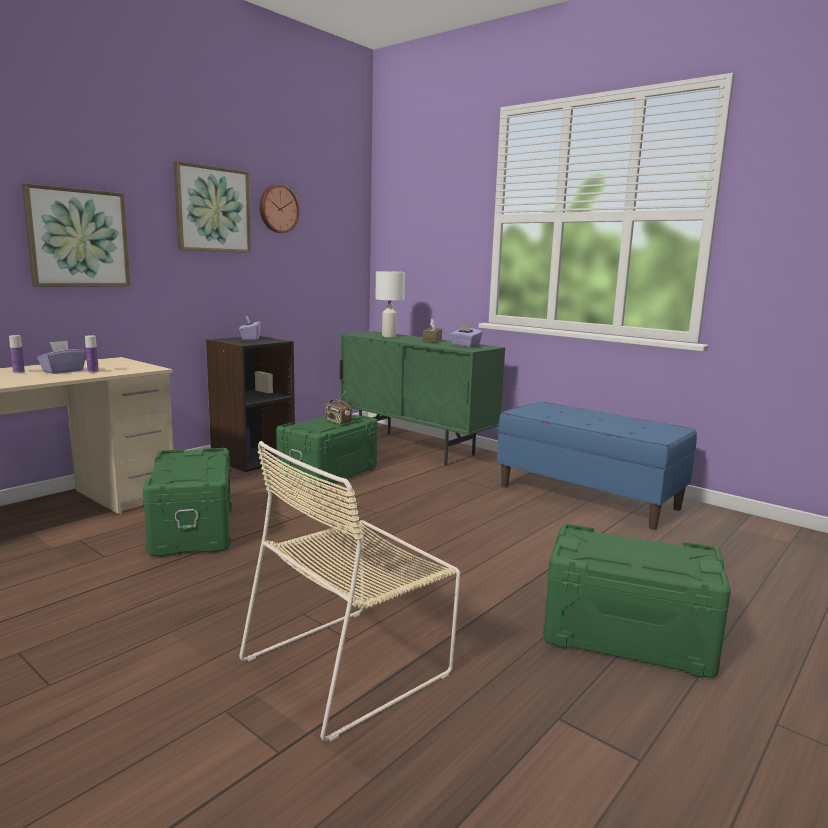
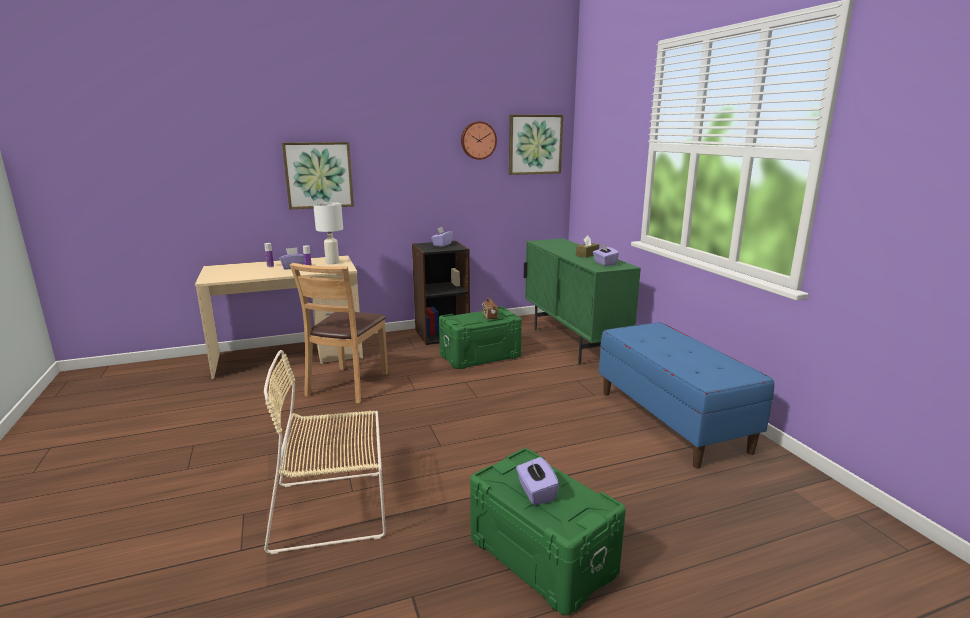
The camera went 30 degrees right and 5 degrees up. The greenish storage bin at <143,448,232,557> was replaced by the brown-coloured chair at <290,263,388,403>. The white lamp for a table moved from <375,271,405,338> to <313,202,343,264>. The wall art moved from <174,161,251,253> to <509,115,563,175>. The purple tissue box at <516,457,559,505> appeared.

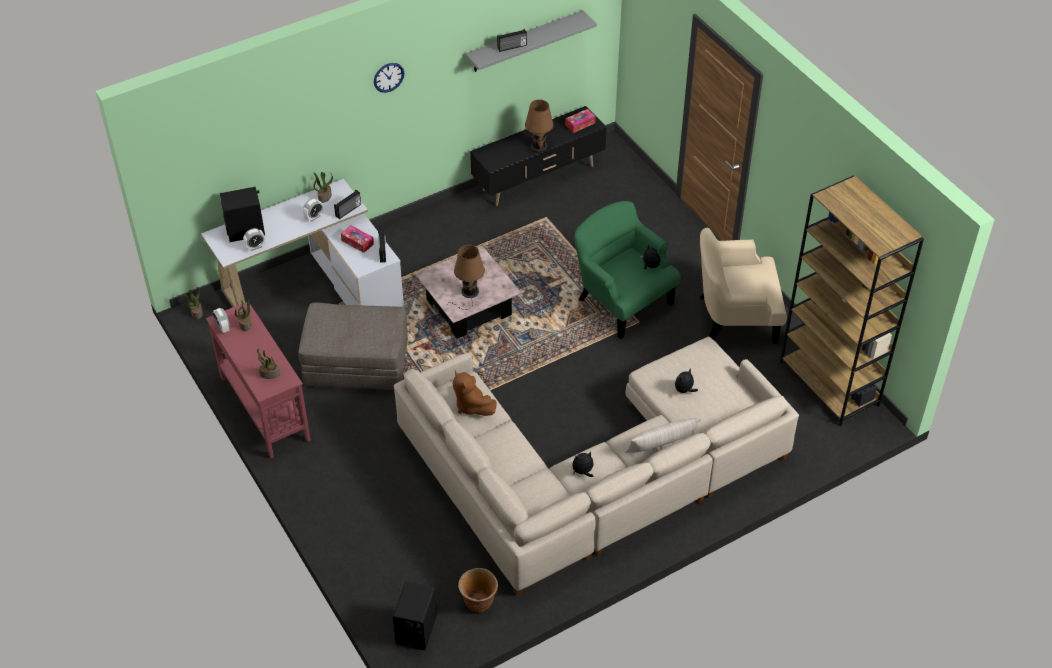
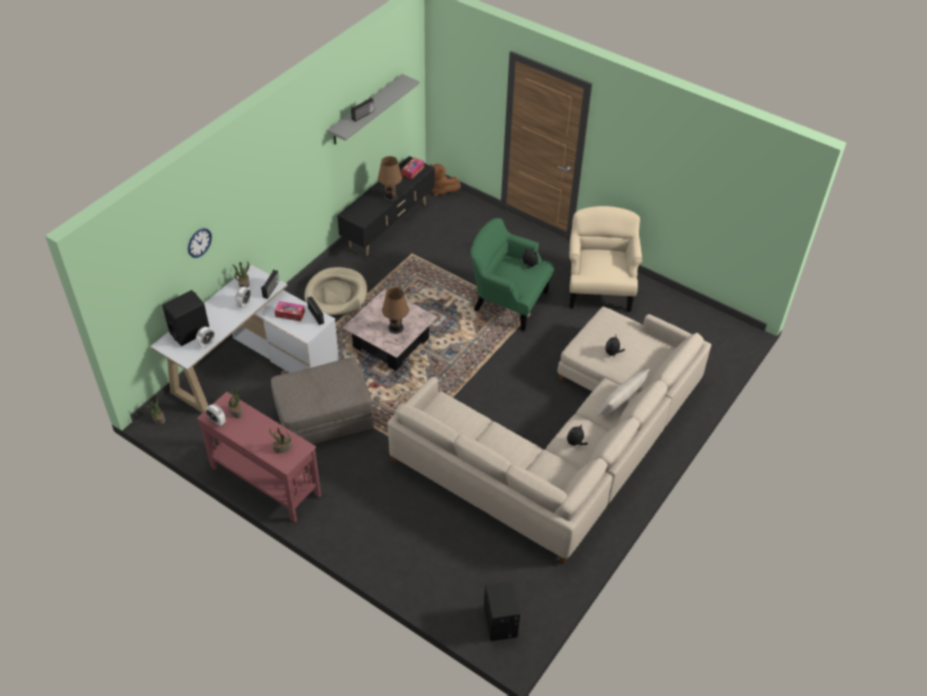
The camera went 25 degrees left and 0 degrees up. The hanging clock moved from <374,63,404,93> to <188,228,212,258>. The sand-coloured pet bed at <304,267,367,317> appeared. The brown-coloured plush toy moved from <453,371,497,416> to <430,164,461,196>. The sand-coloured easy chair at <700,228,787,344> turned 120 degrees clockwise. The brown-coloured flower pot at <458,568,498,612> disappeared. The brown-coloured bookcase at <780,175,924,426> disappeared.

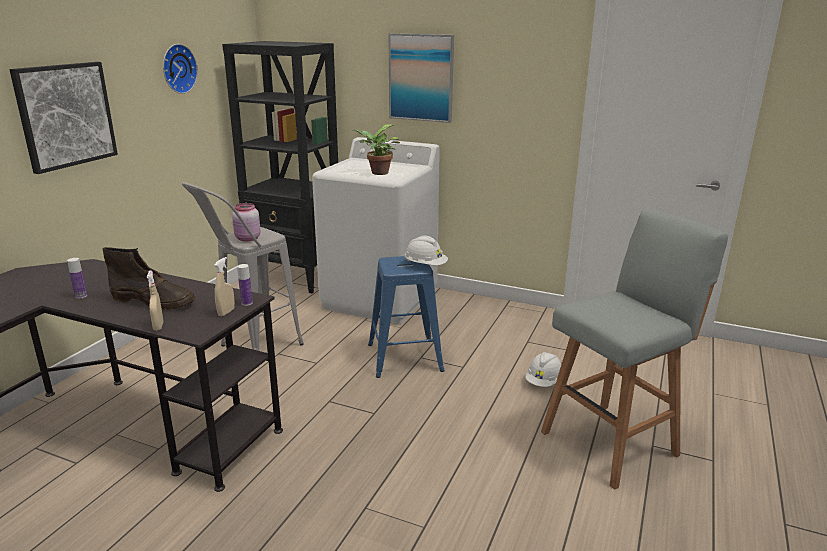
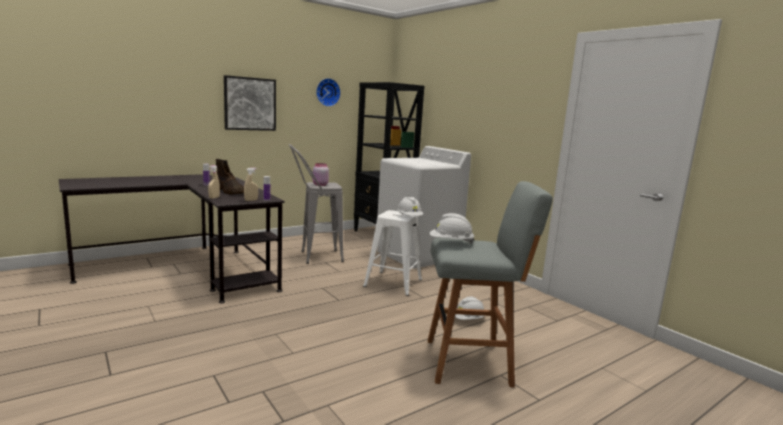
The camera went 30 degrees right and 10 degrees down. The blue-coloured stool at <368,256,445,378> became the white stool at <363,210,422,296>. The white safety helmet at <430,213,474,244> appeared. The houseplant at <352,124,400,175> disappeared. The wall art at <389,33,454,123> disappeared.

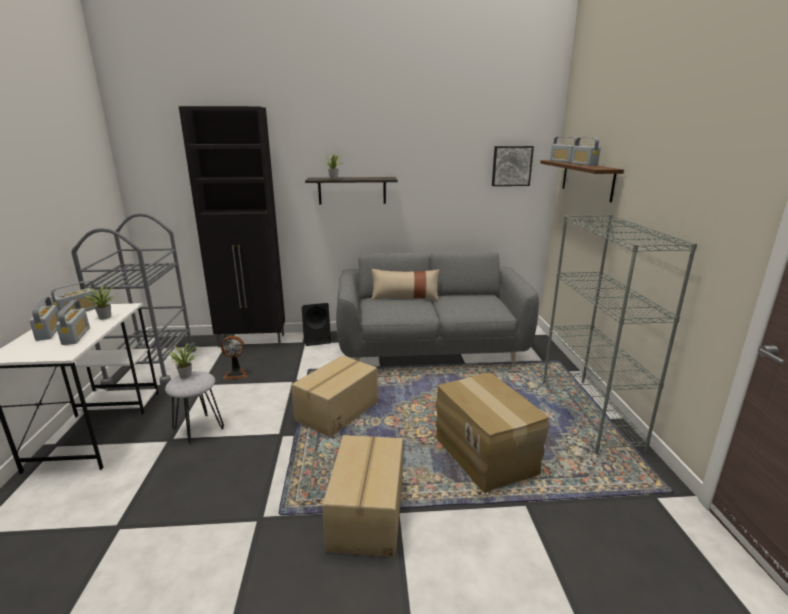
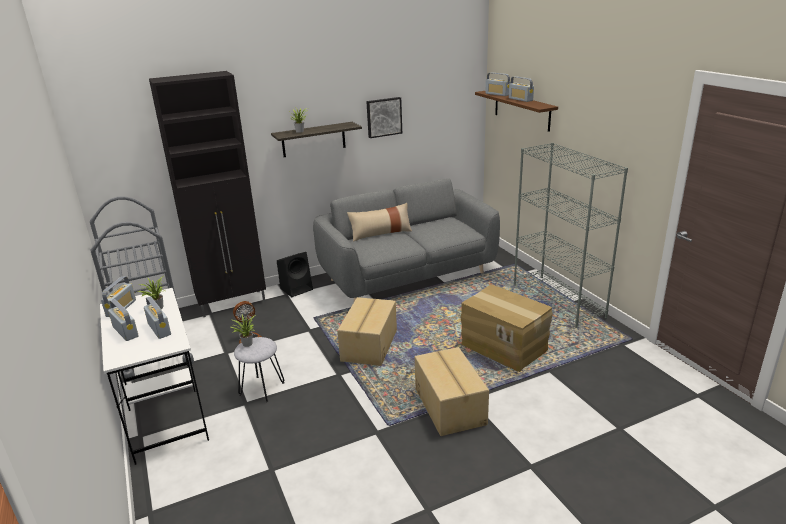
The camera went 20 degrees left and 5 degrees up. The wall art moved from <492,146,534,186> to <366,97,402,138>.

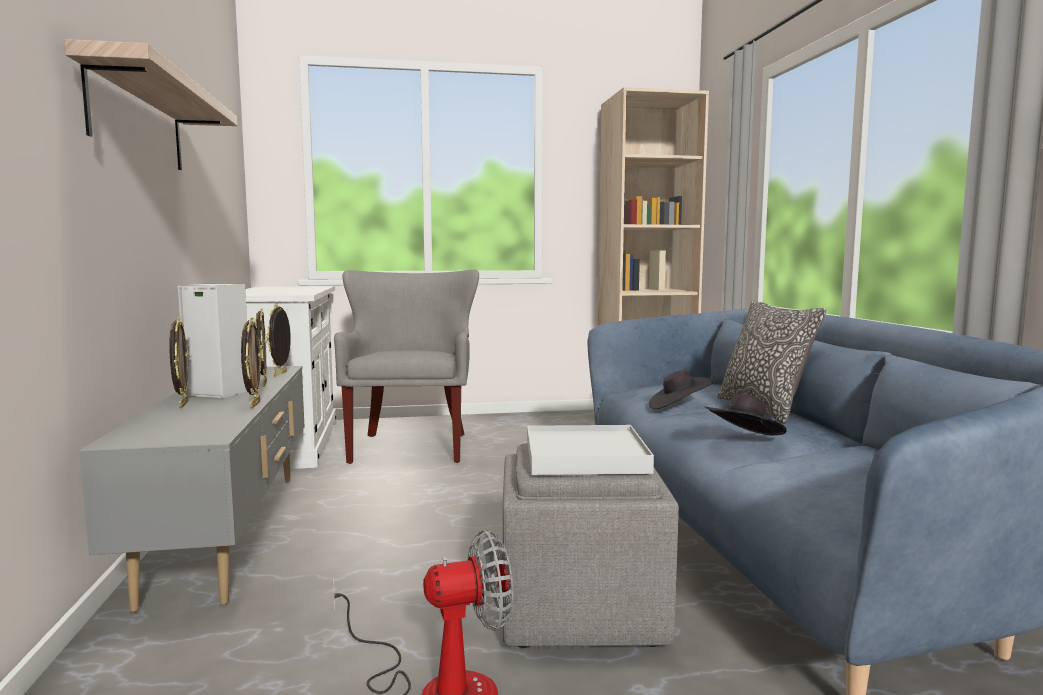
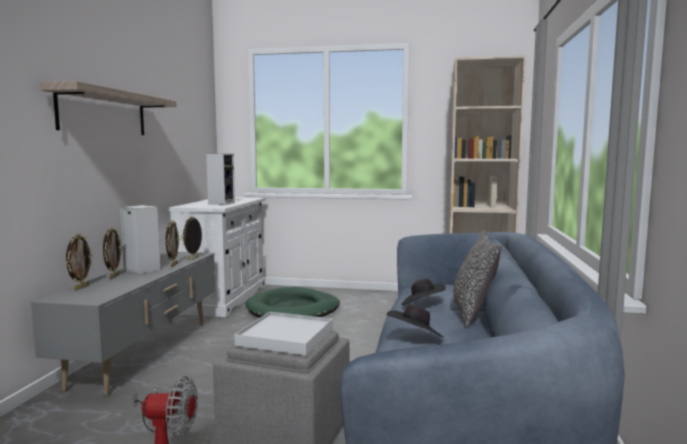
The camera went 20 degrees right and 0 degrees up. The picture frame moved from <241,317,262,408> to <66,234,93,290>. The loudspeaker at <206,154,235,205> appeared. The grey easy chair at <334,269,479,464> was replaced by the greenish pet bed at <246,287,340,318>.

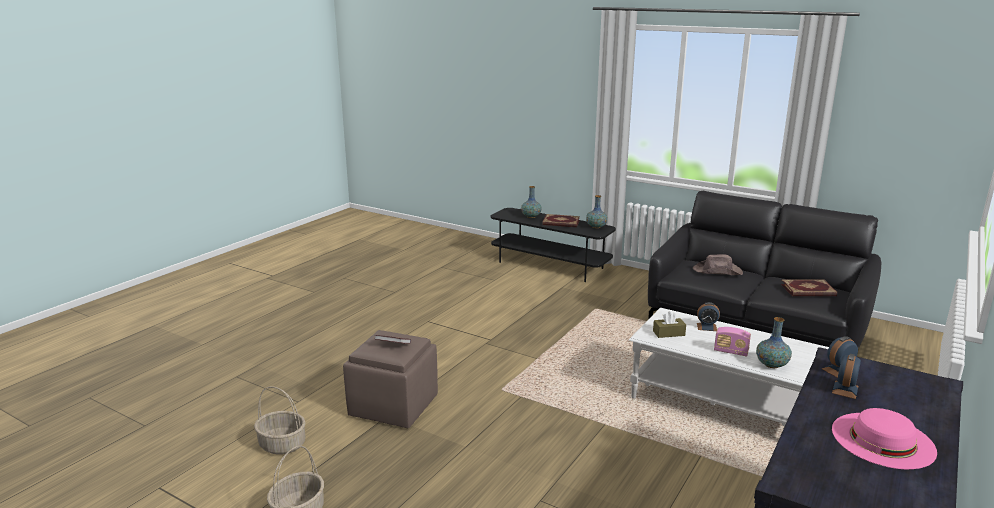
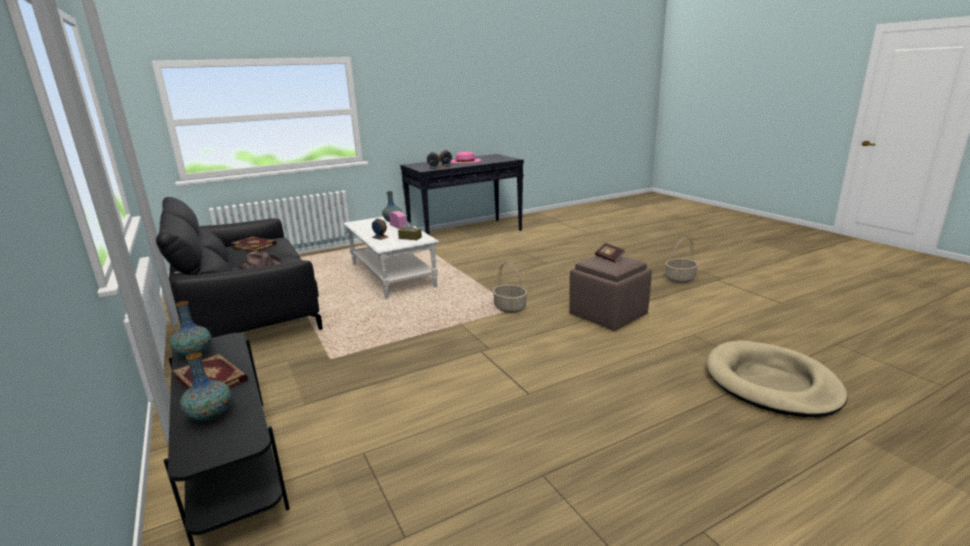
The camera went 150 degrees left and 0 degrees up. The storage basket moved from <254,386,306,455> to <493,262,527,313>. The sand-coloured pet bed at <706,340,848,417> appeared.

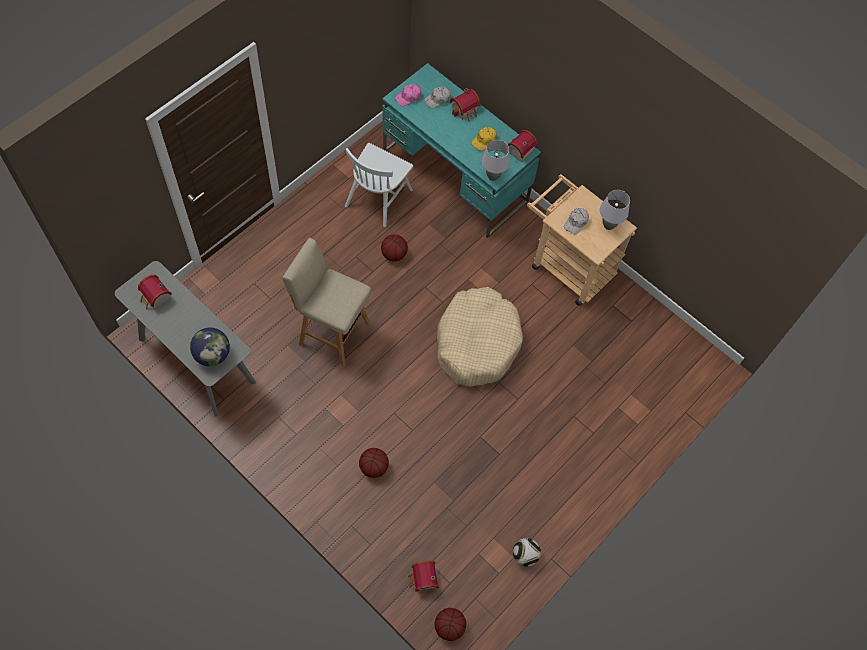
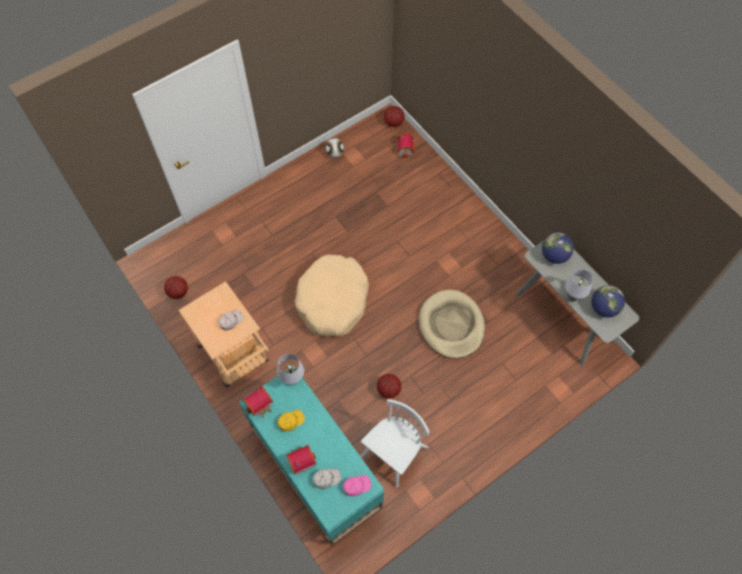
The camera went 165 degrees left and 0 degrees up. The basketball moved from <359,448,389,478> to <164,276,188,299>. The sand-coloured stool at <282,238,371,367> was replaced by the sand-coloured pet bed at <419,290,485,358>. The grey lamp for a table moved from <600,190,630,230> to <565,269,593,301>. The toy house at <138,275,172,310> was replaced by the world globe at <591,285,625,317>.

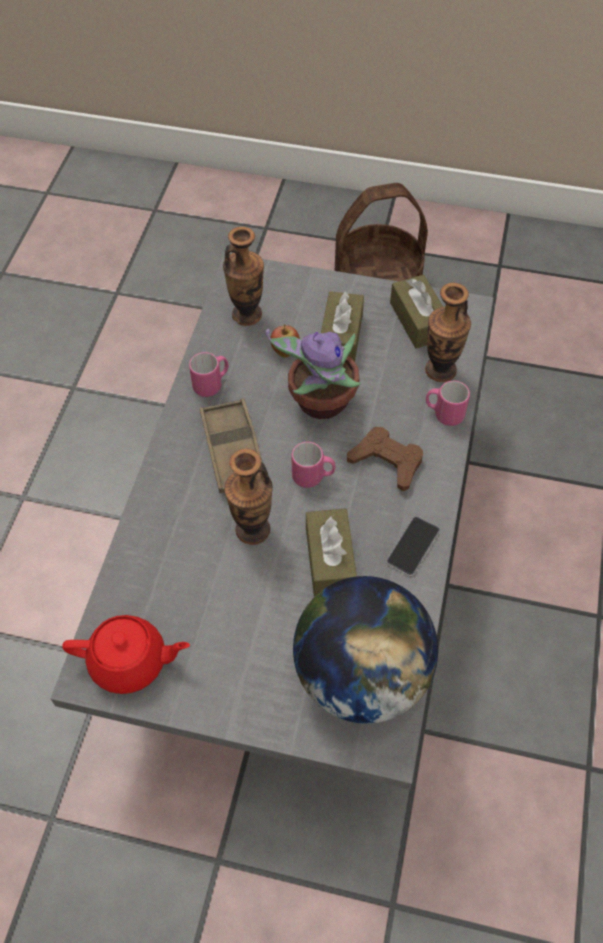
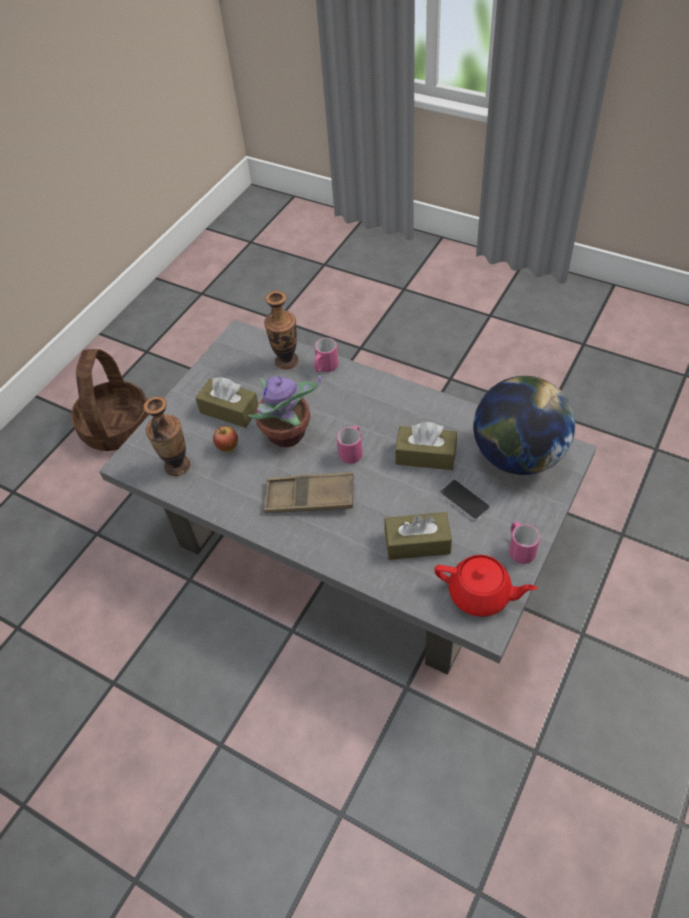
The camera went 70 degrees left and 5 degrees down. The brown-coloured tissue box moved from <390,275,443,349> to <384,512,452,560>. The red tea pot at <63,615,190,694> turned 90 degrees clockwise. The telephone moved from <386,517,440,576> to <440,480,490,521>. The pink-coloured mug moved from <189,352,229,397> to <509,522,540,564>. The vase at <224,448,273,545> disappeared. The brown-coloured joypad at <347,427,423,491> disappeared.

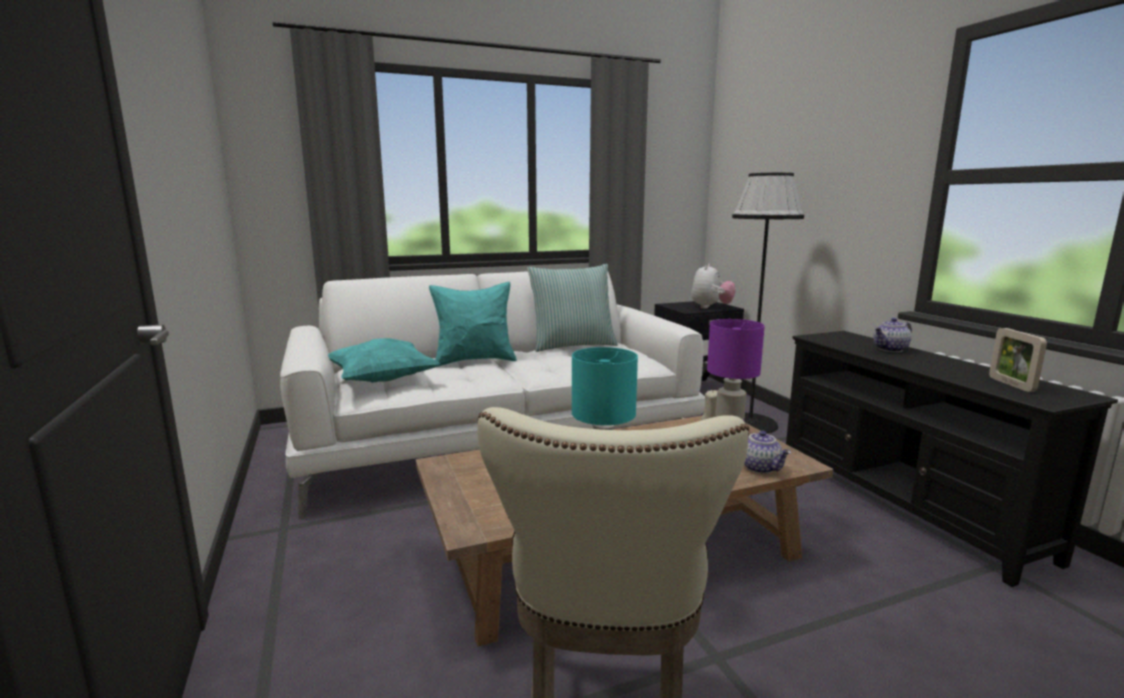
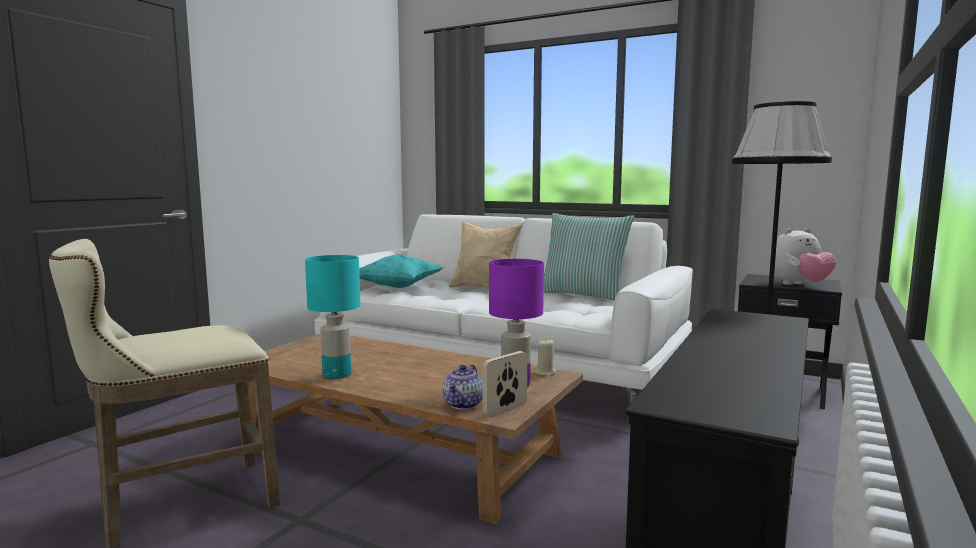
The camera went 50 degrees right and 5 degrees down. The turquoise cushion at <429,282,517,367> became the sand-coloured cushion at <449,221,522,289>. The picture frame moved from <989,328,1047,392> to <483,351,527,417>. The tea pot at <874,318,912,352> disappeared.

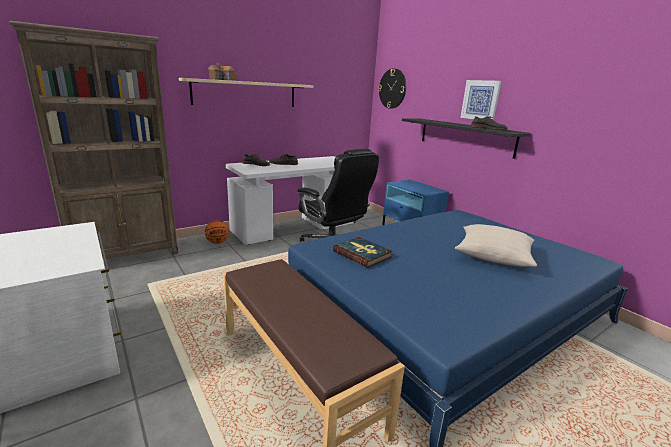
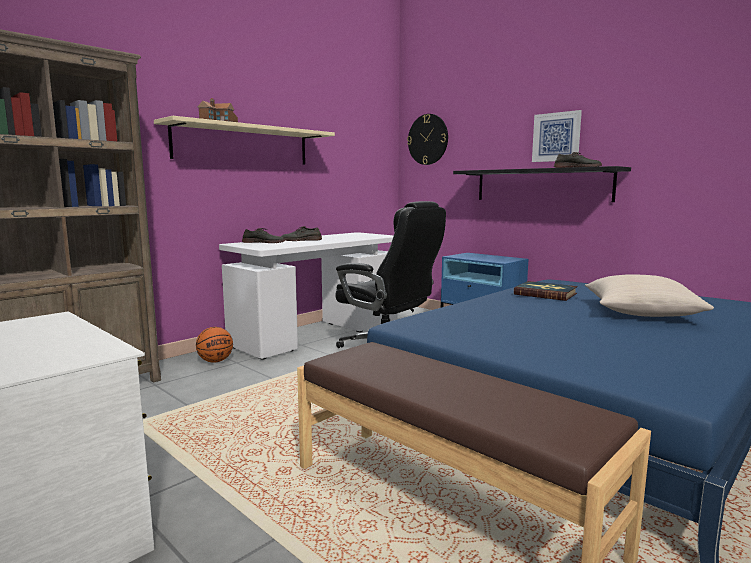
The camera went 10 degrees left and 10 degrees down. The book moved from <333,237,393,268> to <514,281,578,301>.

